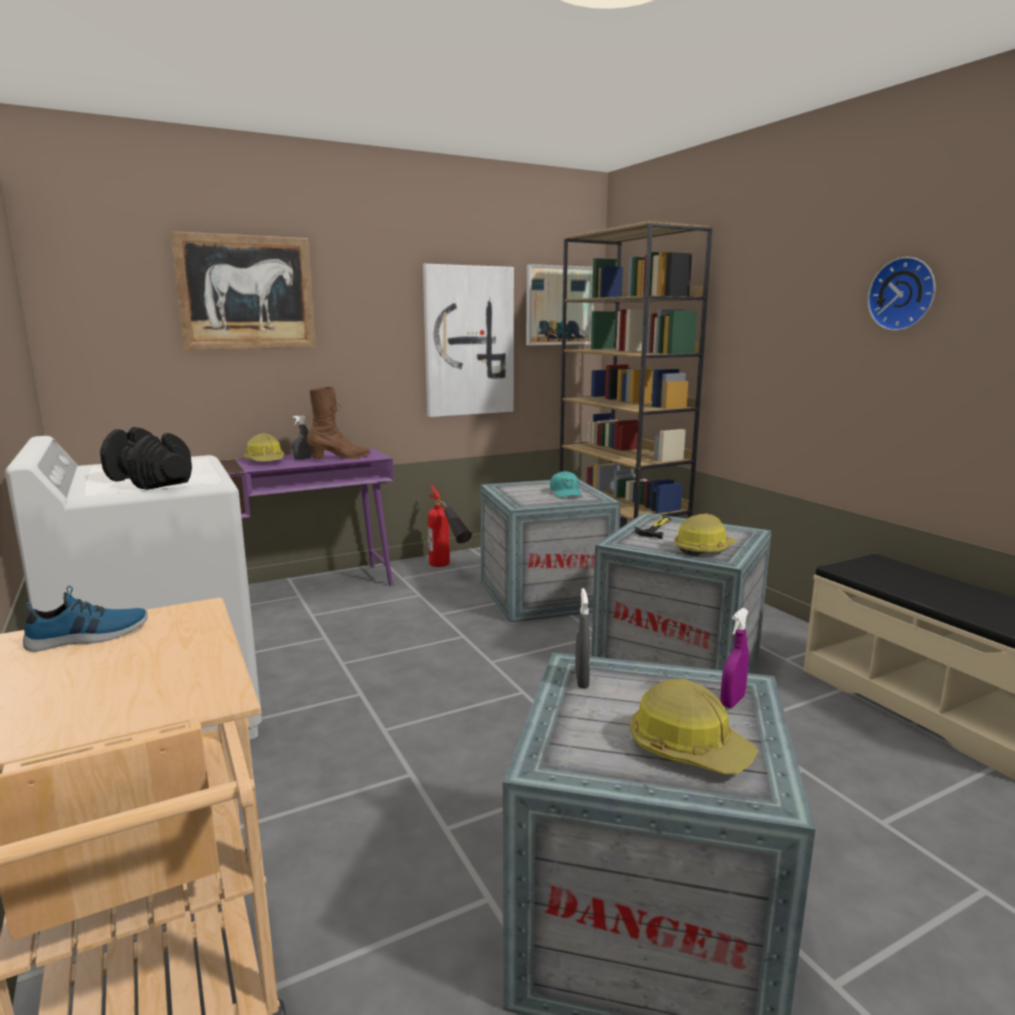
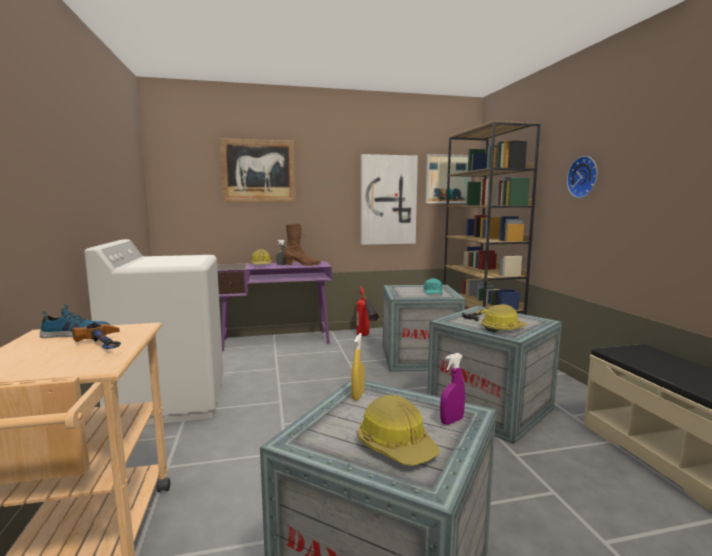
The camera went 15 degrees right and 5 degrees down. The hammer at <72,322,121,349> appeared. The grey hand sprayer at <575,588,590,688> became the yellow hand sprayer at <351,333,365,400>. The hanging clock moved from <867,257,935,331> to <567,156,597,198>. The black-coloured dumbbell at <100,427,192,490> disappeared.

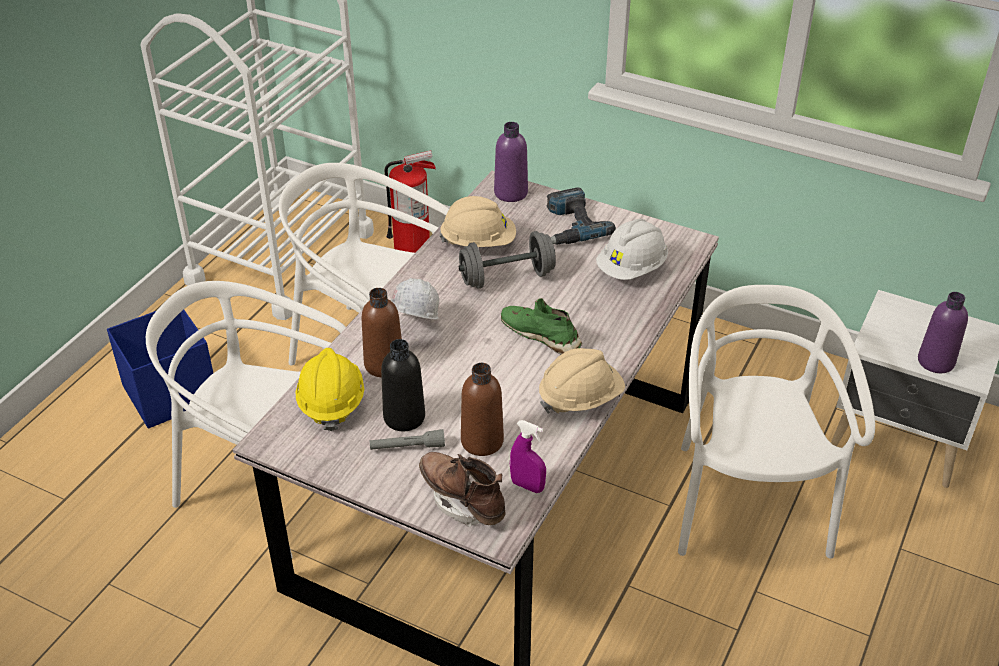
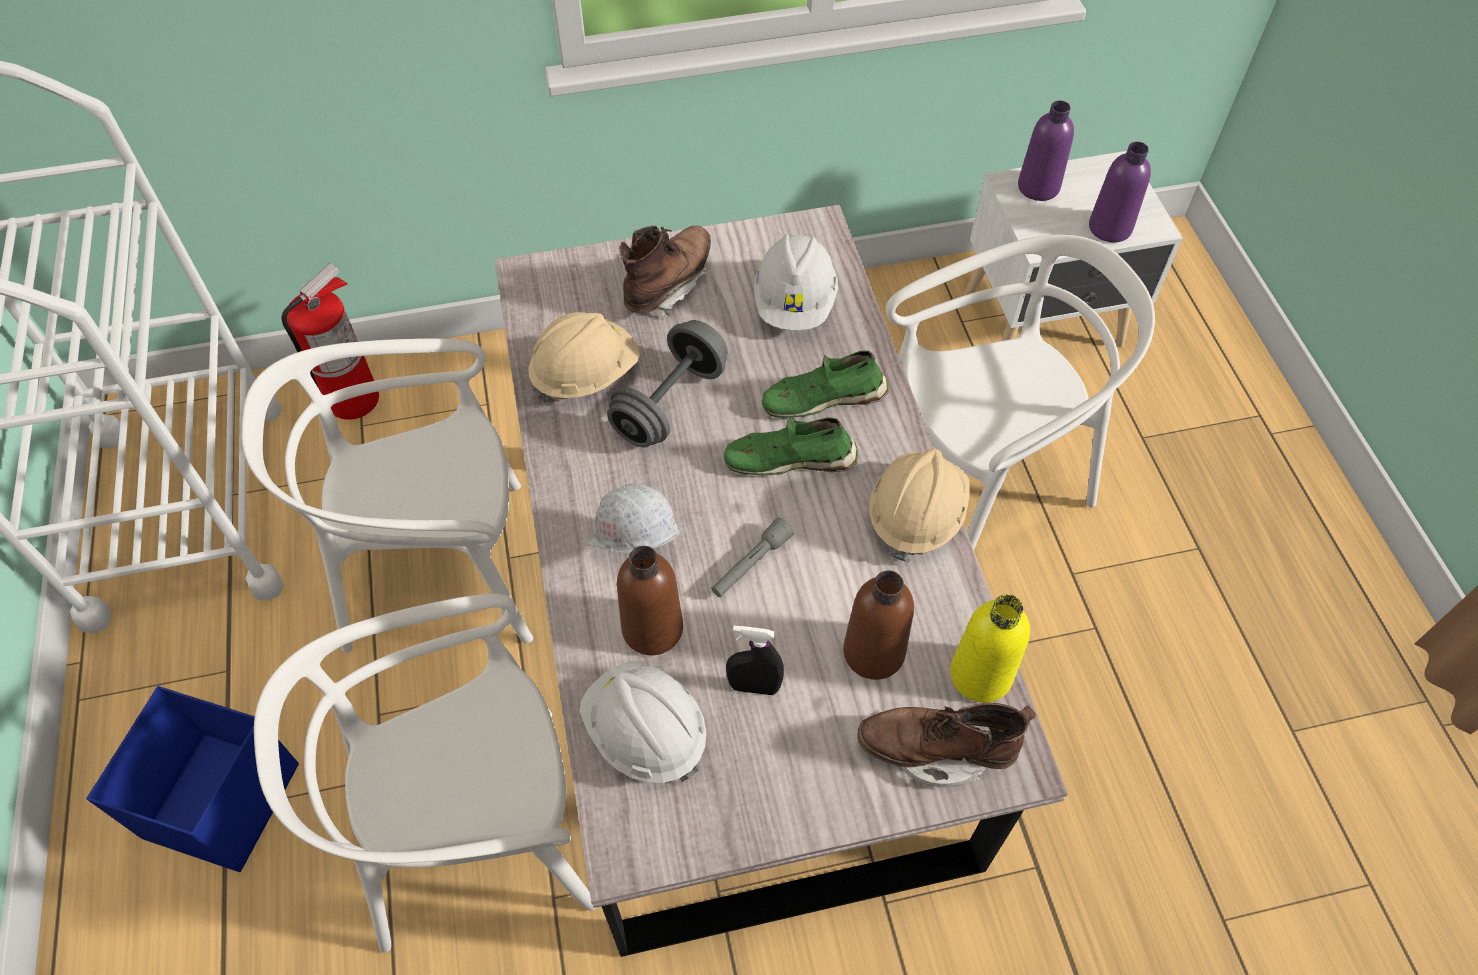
The camera went 40 degrees left and 15 degrees up. The yellow safety helmet at <295,348,364,431> became the white safety helmet at <579,661,706,783>. The electric drill at <546,187,616,244> was replaced by the brown-coloured tall boot at <619,225,711,317>. The grey torch moved from <369,429,445,450> to <711,517,794,597>. The black-coloured beverage bottle at <381,339,425,431> was replaced by the black-coloured hand sprayer at <726,626,784,695>. The greenish low shoe at <761,351,889,418> appeared. The white chair at <678,285,875,559> turned 105 degrees clockwise. The purple hand sprayer at <510,420,546,493> was replaced by the yellow beverage bottle at <950,594,1030,703>. The purple beverage bottle moved from <494,122,528,202> to <1018,100,1074,201>.

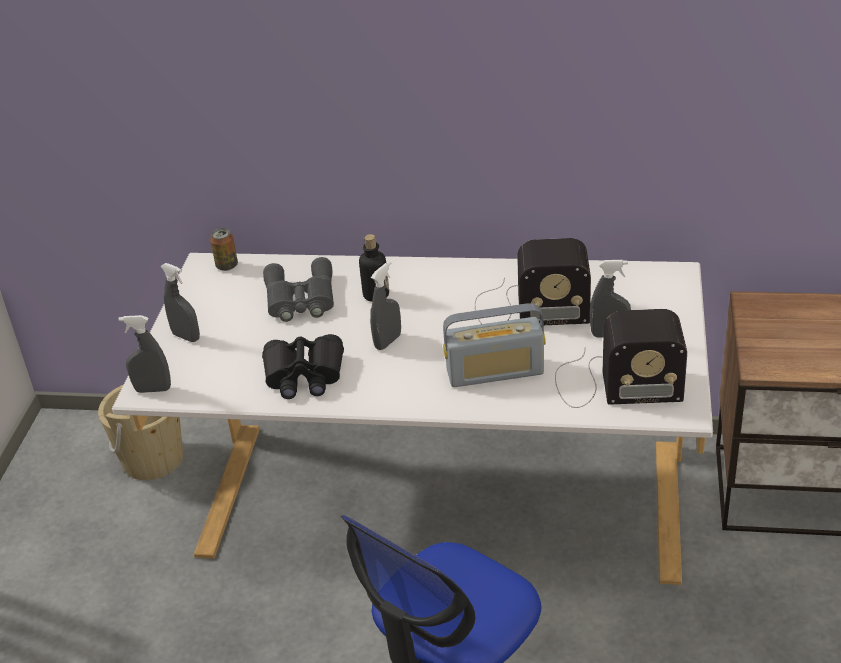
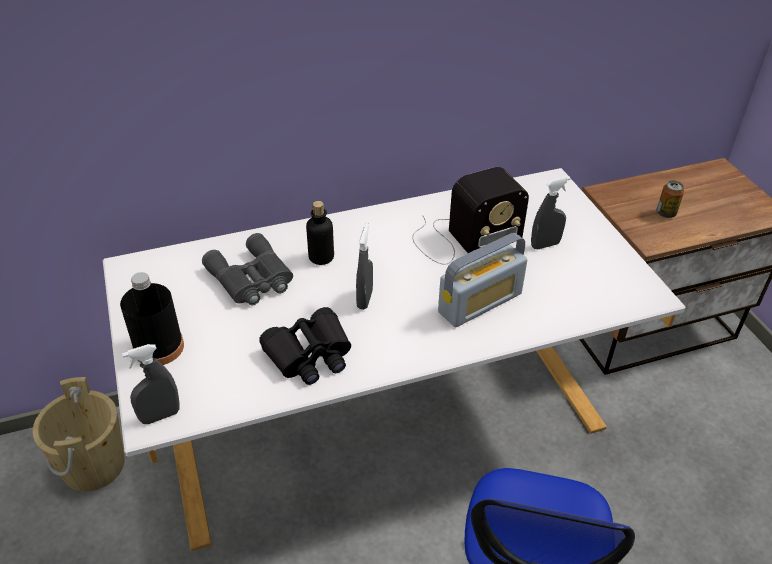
The camera went 30 degrees left and 5 degrees up. The grey hand sprayer at <160,263,200,342> was replaced by the black-coloured beverage bottle at <120,272,184,365>. The sealed can moved from <210,228,238,271> to <657,180,684,218>. The radio set at <555,309,687,408> disappeared.

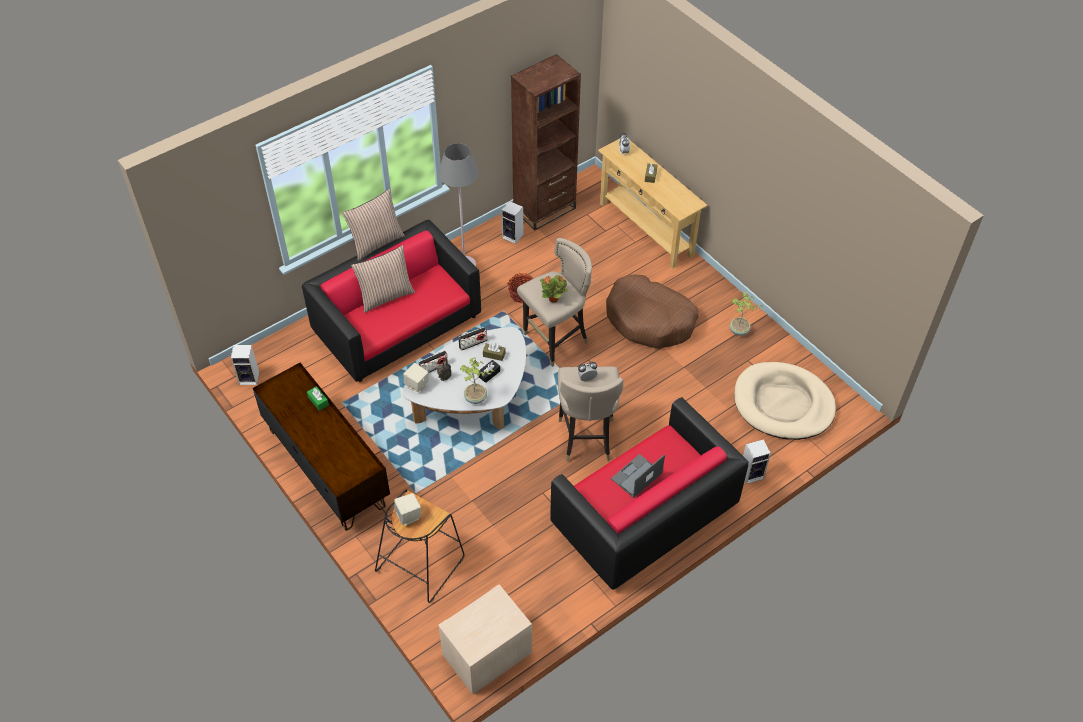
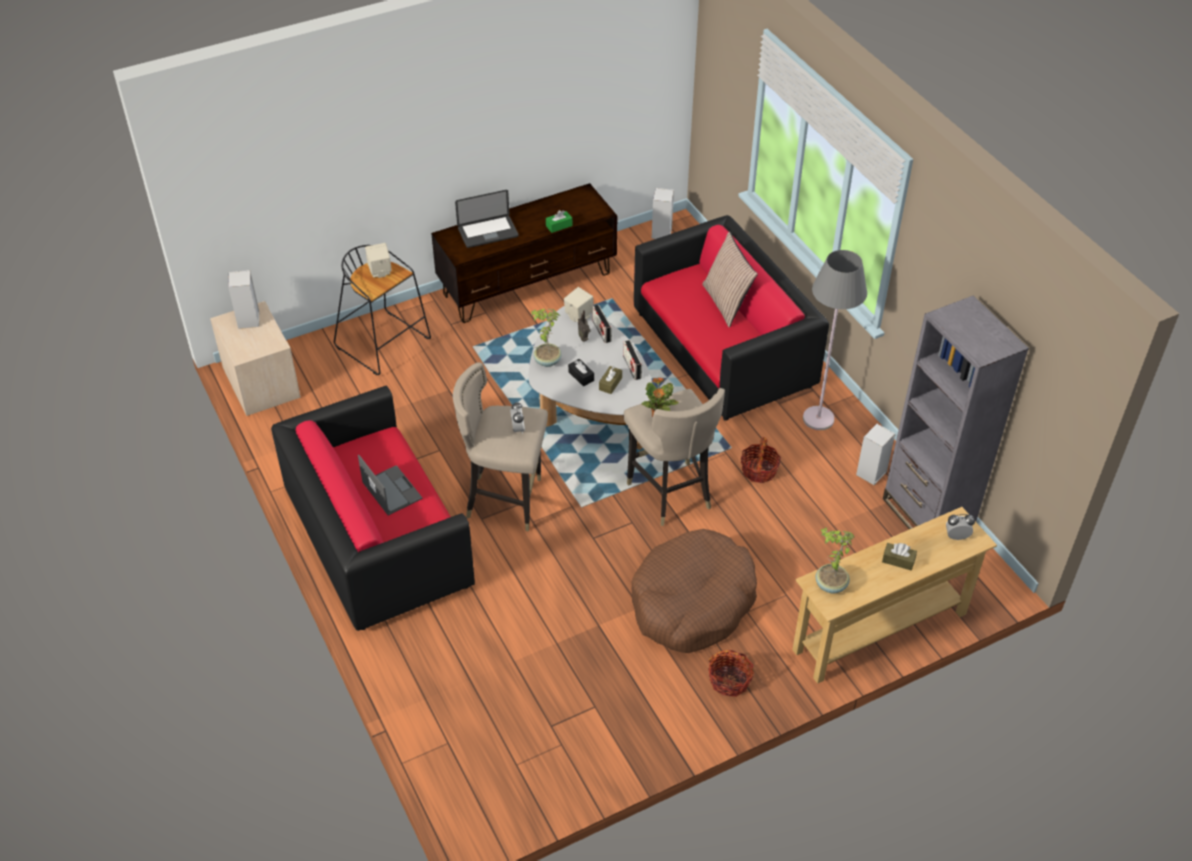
The camera went 100 degrees right and 5 degrees down. The loudspeaker moved from <743,439,771,484> to <228,270,259,329>. The notebook computer at <455,190,519,248> appeared. The storage basket at <708,650,754,697> appeared. The houseplant moved from <729,292,763,336> to <815,528,855,593>. The brown-coloured bookcase at <511,54,581,230> became the grey bookcase at <883,296,1029,529>. The cushion at <342,188,405,261> disappeared. The sand-coloured pet bed at <734,362,836,440> disappeared.

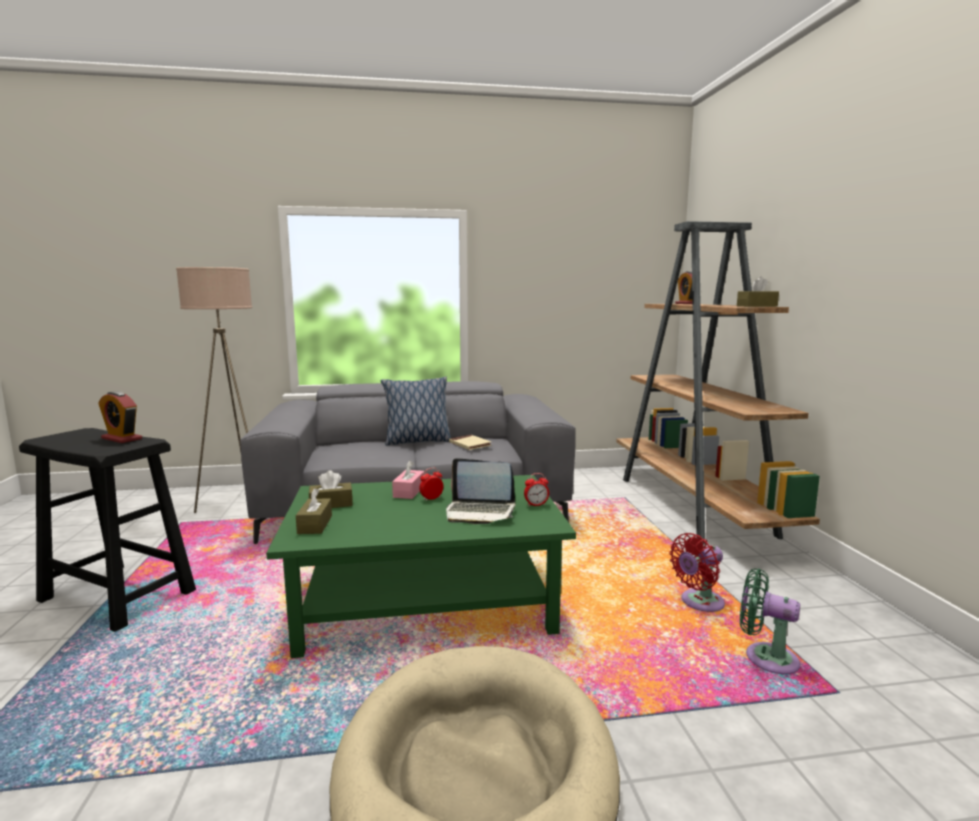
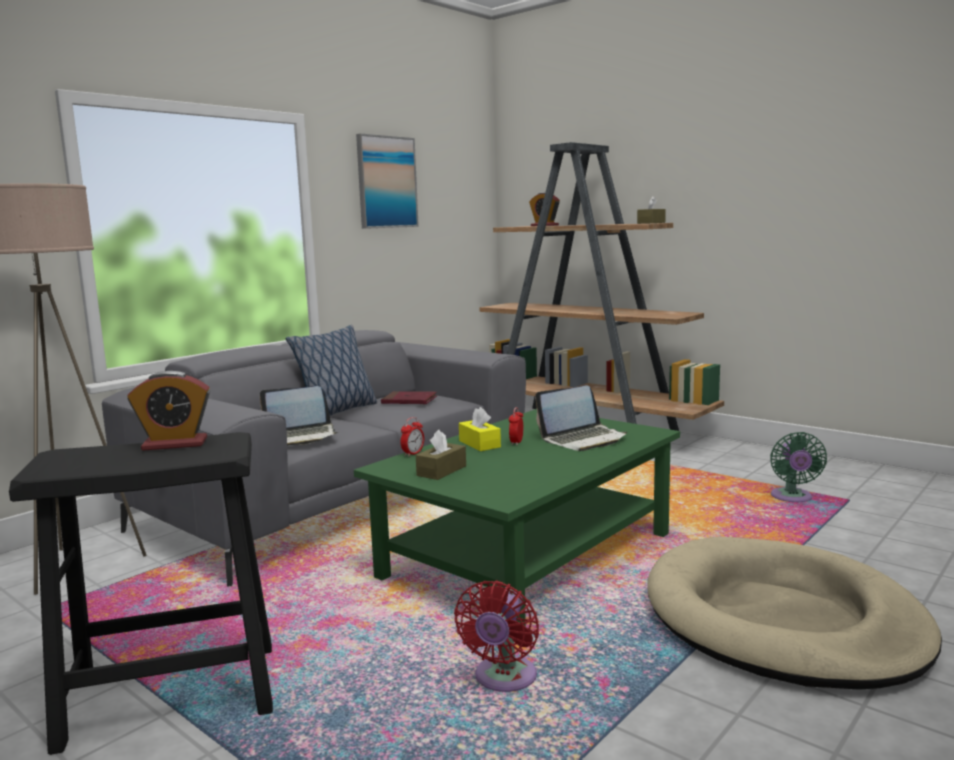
The camera went 40 degrees left and 0 degrees up. The notebook computer at <260,386,338,446> appeared. The wall art at <356,134,419,229> appeared. The sand-coloured book at <449,435,492,450> became the red book at <381,391,437,404>. The table clock moved from <524,473,549,507> to <400,417,424,457>. The red cooling fan moved from <669,533,725,612> to <454,581,539,692>. The pink-coloured tissue box at <392,460,424,499> became the yellow tissue box at <459,407,501,451>. The greenish cooling fan at <740,568,800,674> turned 75 degrees counterclockwise. The brown-coloured tissue box at <296,488,332,534> disappeared.

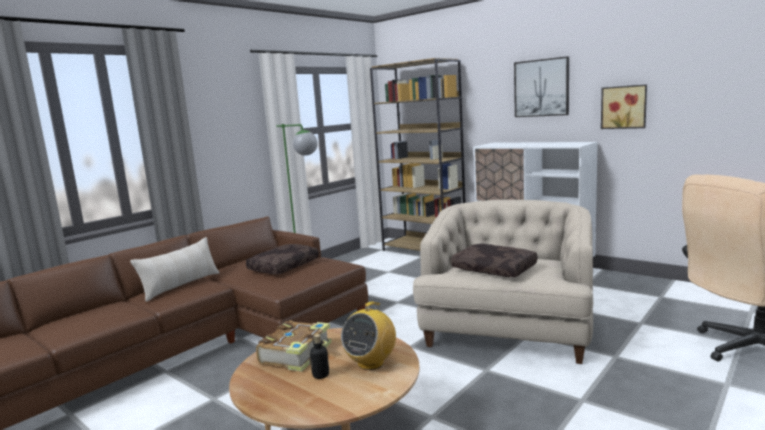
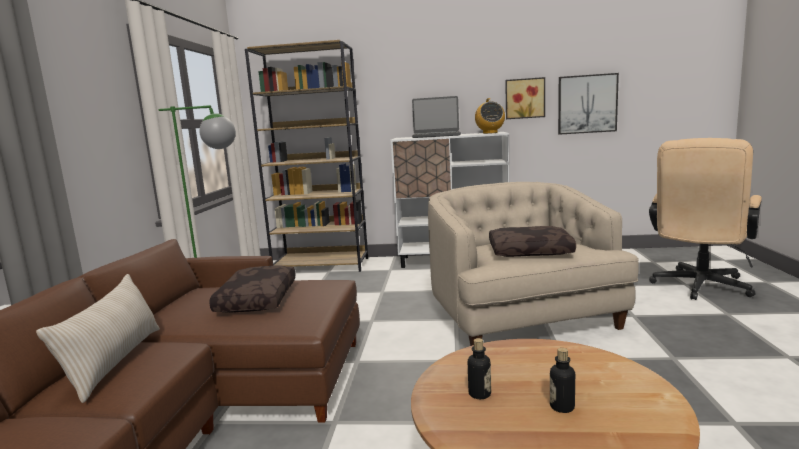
The camera went 35 degrees left and 0 degrees up. The notebook computer at <412,96,461,138> appeared. The book at <256,320,332,372> was replaced by the beverage bottle at <468,338,491,399>. The radio set moved from <341,302,396,370> to <475,98,505,134>. The wall art moved from <514,56,569,117> to <558,73,619,135>.

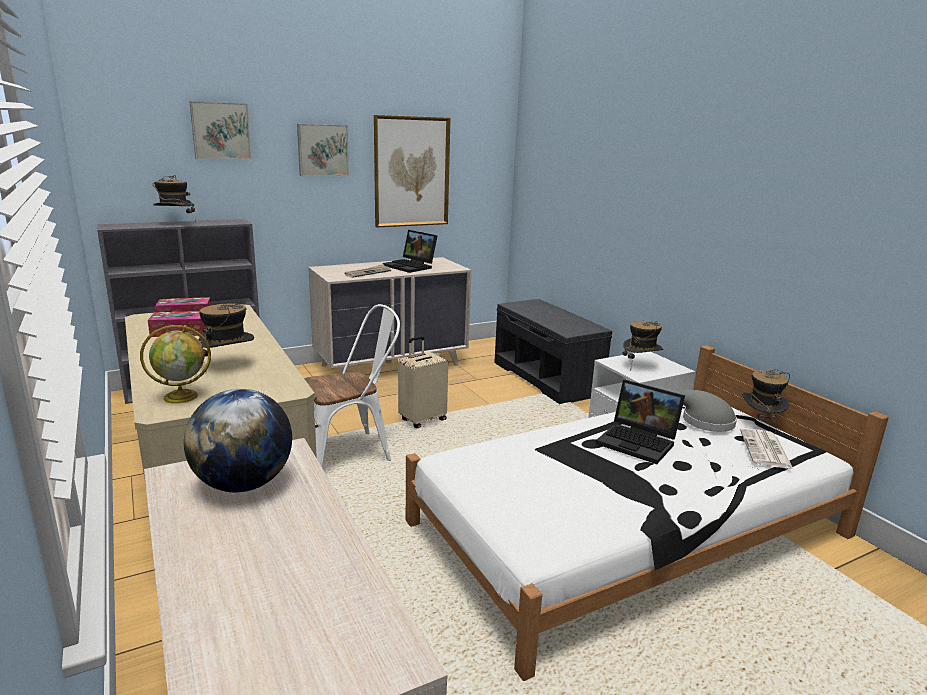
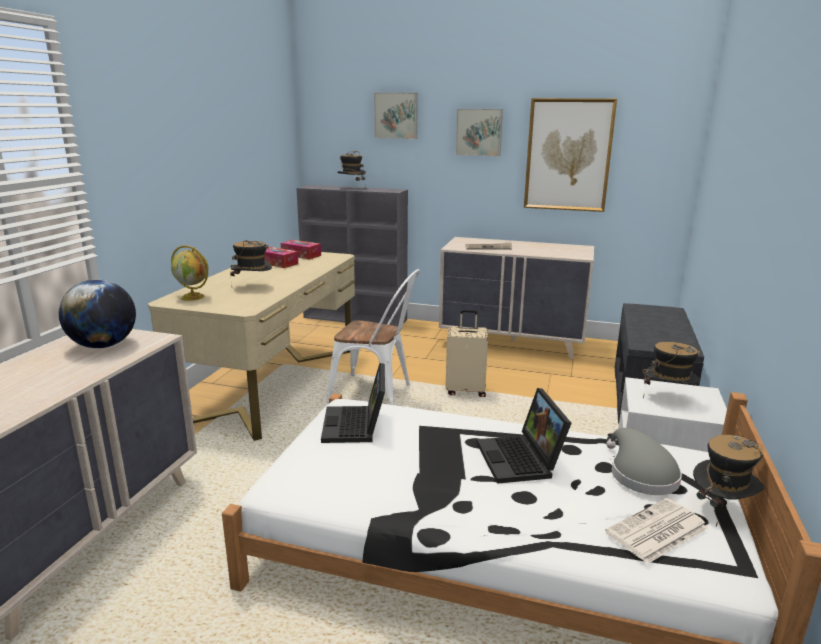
The camera went 45 degrees right and 0 degrees up. The notebook computer moved from <383,230,437,273> to <321,363,385,443>.

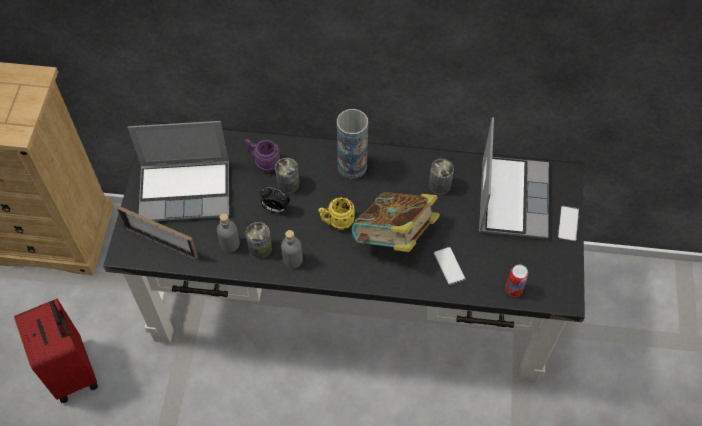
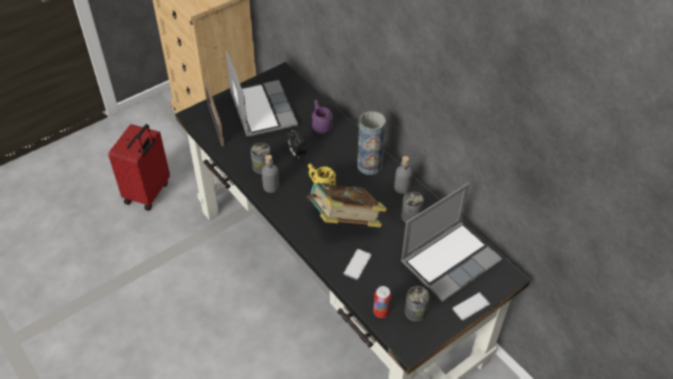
The camera went 45 degrees right and 10 degrees down. The notebook computer at <128,121,229,221> turned 150 degrees counterclockwise. The grey beverage bottle moved from <217,213,240,252> to <394,156,412,194>. The sealed can moved from <275,158,299,194> to <405,286,430,322>.

